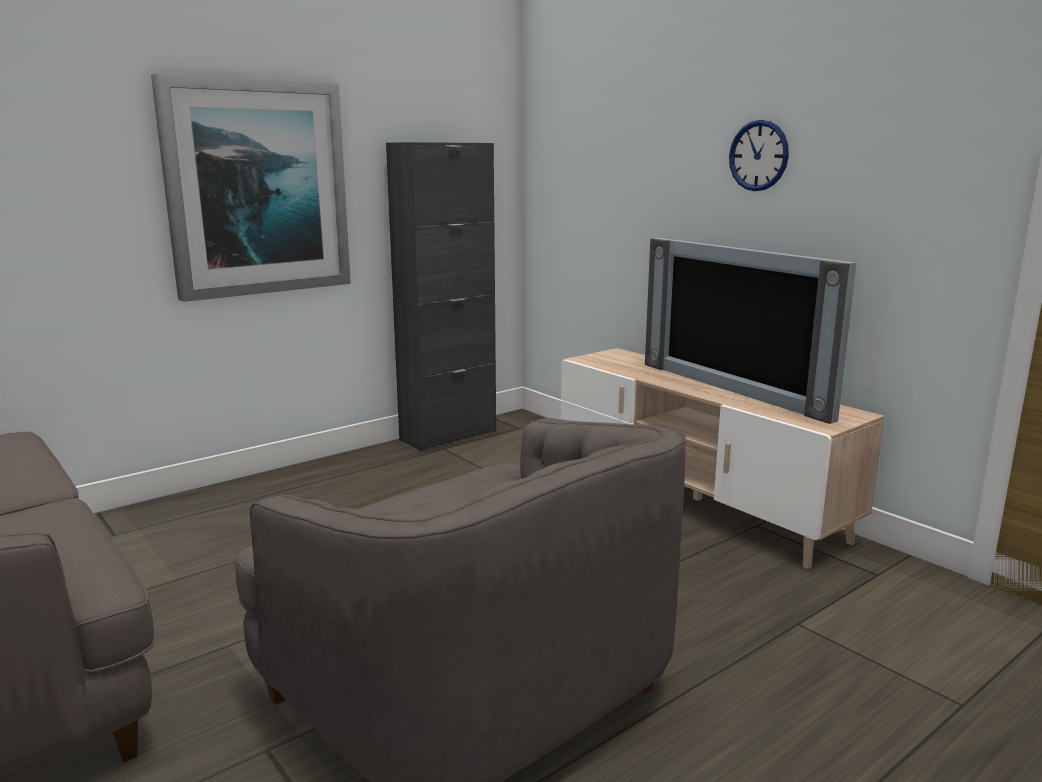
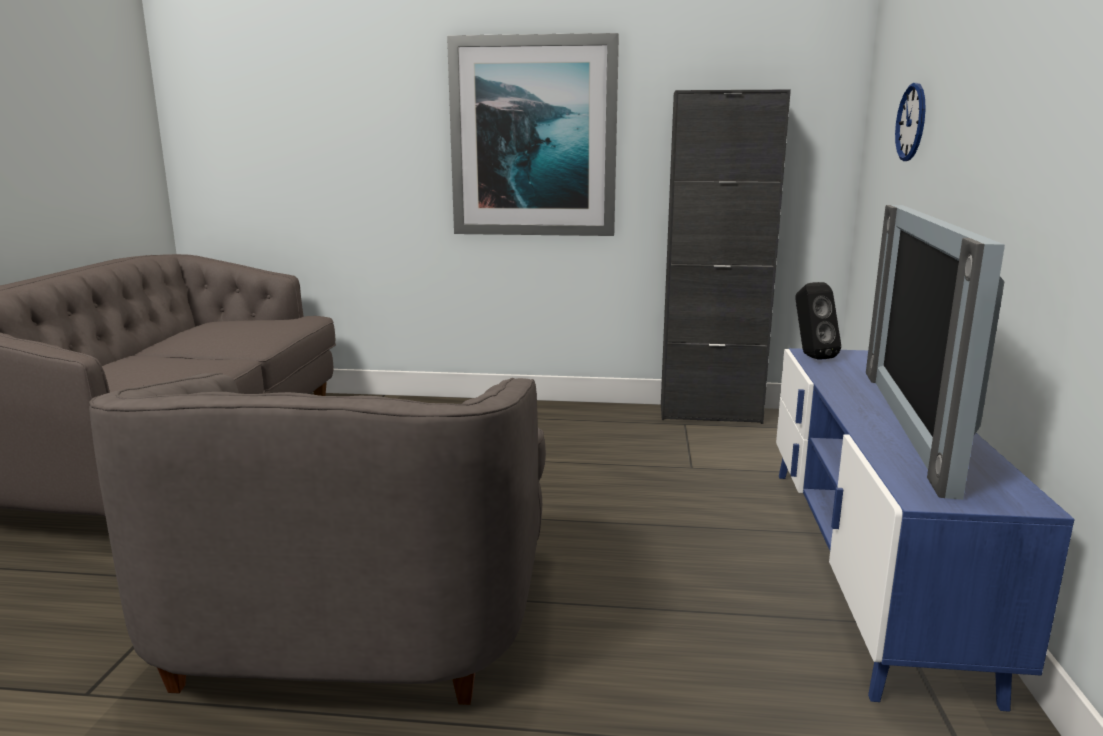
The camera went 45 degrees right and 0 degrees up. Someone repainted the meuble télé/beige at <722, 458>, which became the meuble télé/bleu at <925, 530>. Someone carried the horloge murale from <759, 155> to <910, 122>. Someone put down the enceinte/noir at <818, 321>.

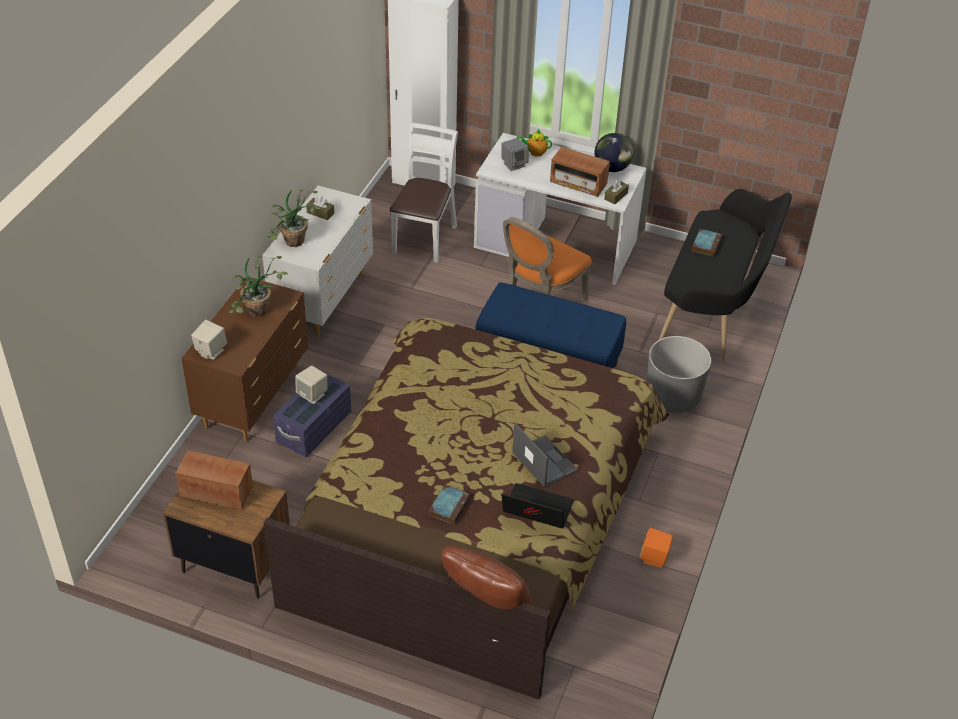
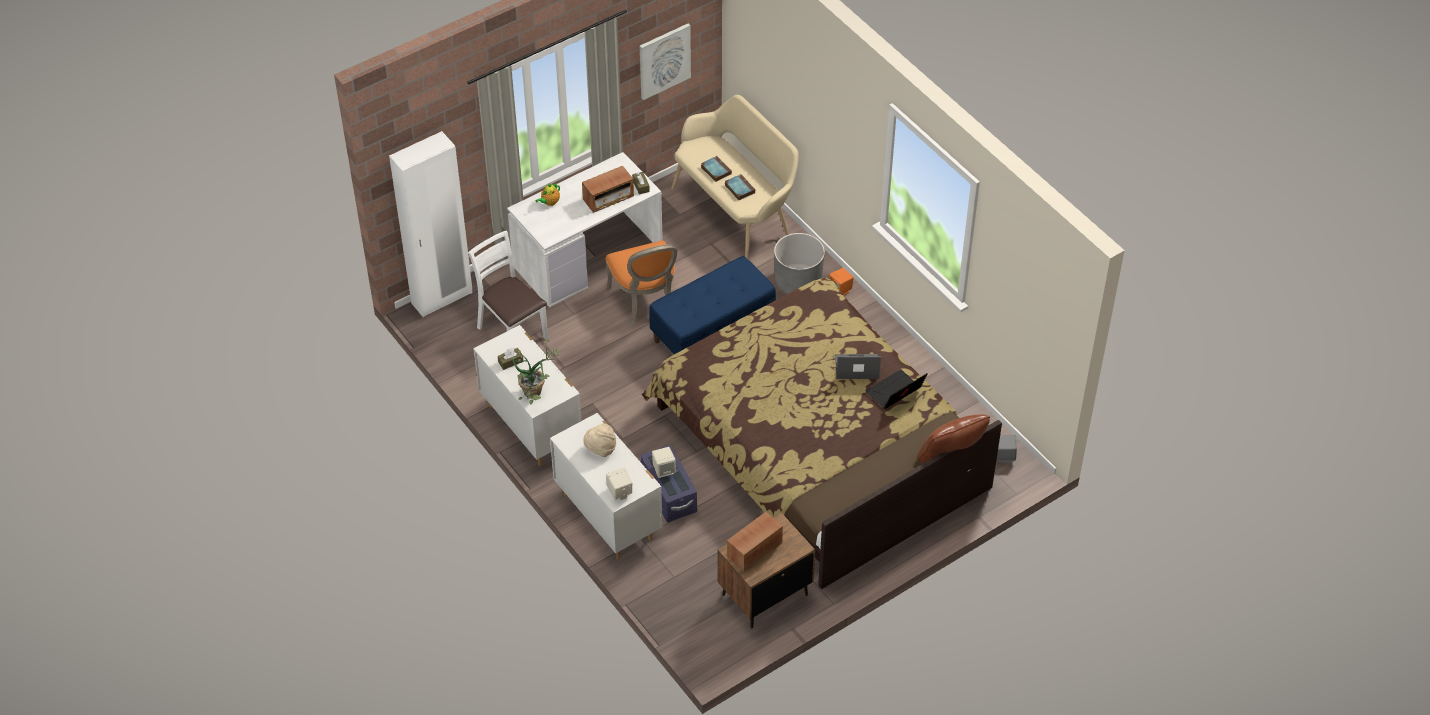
The camera went 55 degrees left and 5 degrees up. Someone repainted the commode/marron at <244, 359>, which became the commode/blanc at <606, 486>. Someone swapped the plante en pot at <258, 286> for the chapeau/beige at <600, 440>. Someone carried the livre from <449, 505> to <740, 187>. Someone carried the enceinte/gris from <515, 154> to <1007, 449>. Someone took away the globe at <613, 152>. Someone carried the enceinte/orange from <656, 547> to <841, 281>. Someone repainted the banc/noir at <725, 275>, which became the banc/beige at <735, 177>. Someone put up the tableau at <665, 62>.

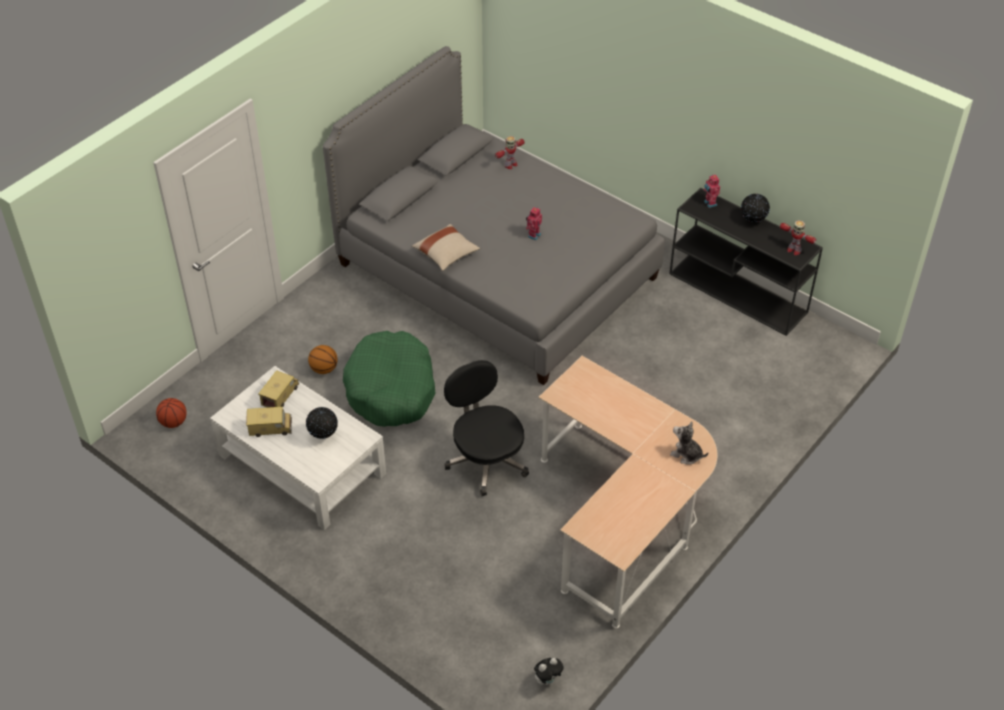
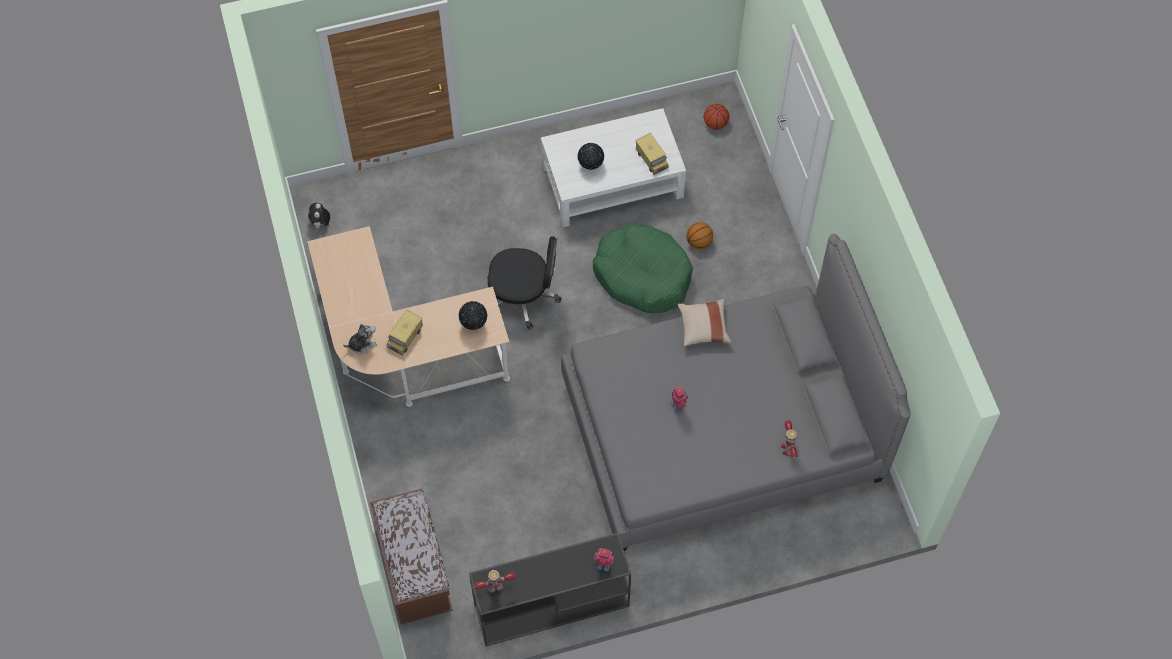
The camera went 125 degrees right and 15 degrees up. Someone carried the camion jouet from <269, 422> to <405, 333>. Someone carried the globe from <755, 208> to <473, 315>. Someone put down the banc/marron at <411, 556>.

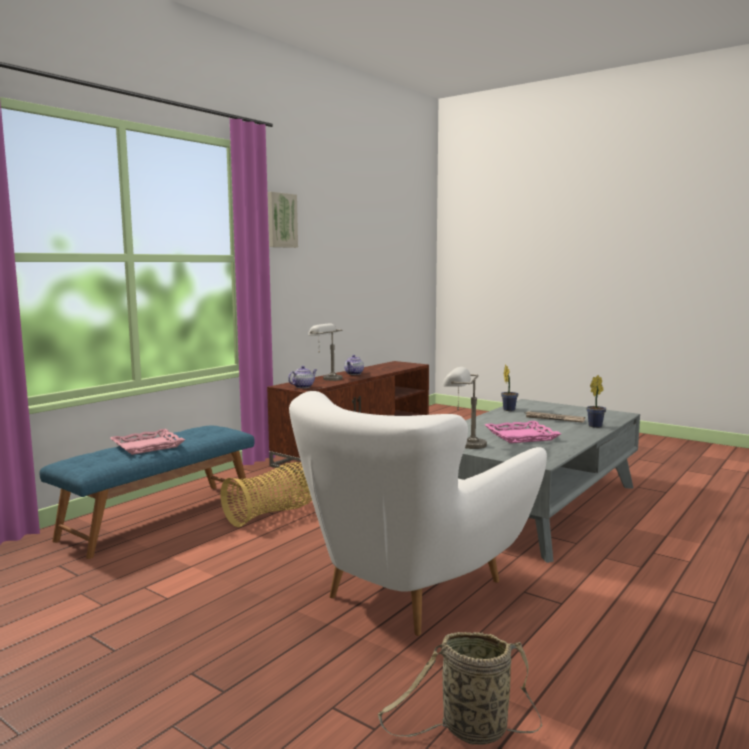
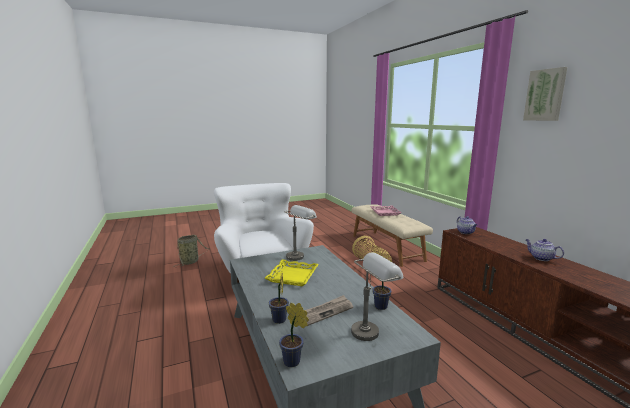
The camera went 120 degrees right and 5 degrees up. Someone repainted the banc/bleu at <147, 492>, which became the banc/beige at <392, 235>. Someone carried the lampe de table/gris from <325, 352> to <377, 296>. Someone repainted the plateau/rose at <523, 432>, which became the plateau/jaune at <292, 273>. Someone put down the plante en pot at <294, 335>.

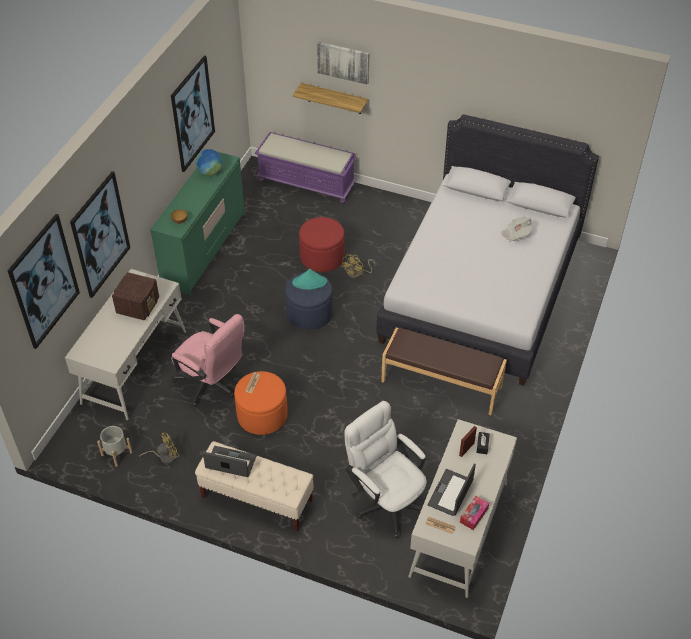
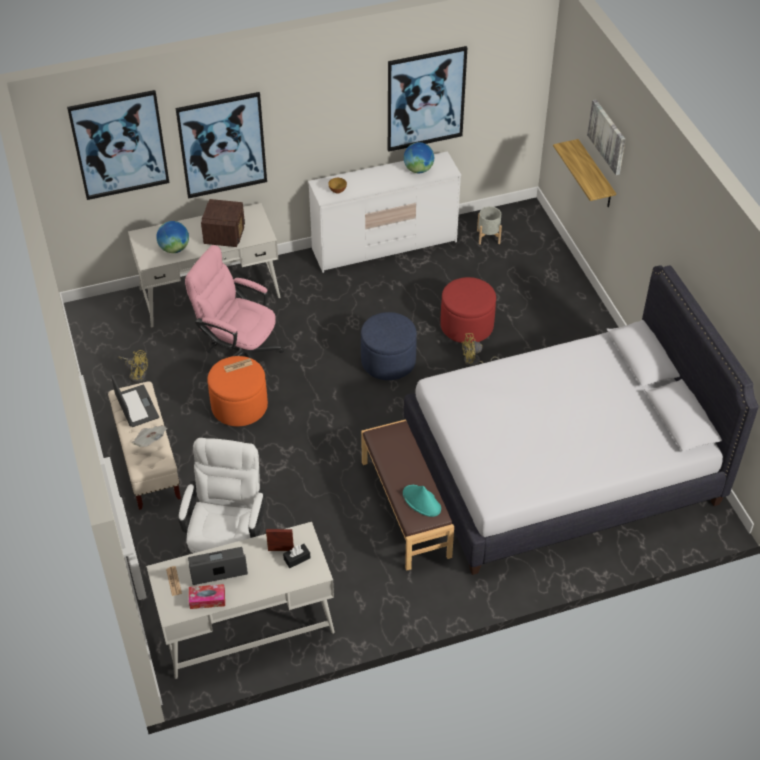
The camera went 50 degrees right and 0 degrees up. Someone carried the cache-pot/gris from <114, 446> to <489, 225>. Someone rotated the radio at <135, 296> by 60 degrees counterclockwise. Someone repainted the commode/vert at <197, 223>, which became the commode/blanc at <384, 212>. Someone rotated the chaise de bureau/rose at <207, 360> by 120 degrees clockwise. Someone took away the banc/violet at <306, 167>. Someone carried the chapeau/turquoise from <309, 279> to <422, 501>. Someone carried the journal from <517, 229> to <149, 436>. Someone put down the globe at <172, 237>.

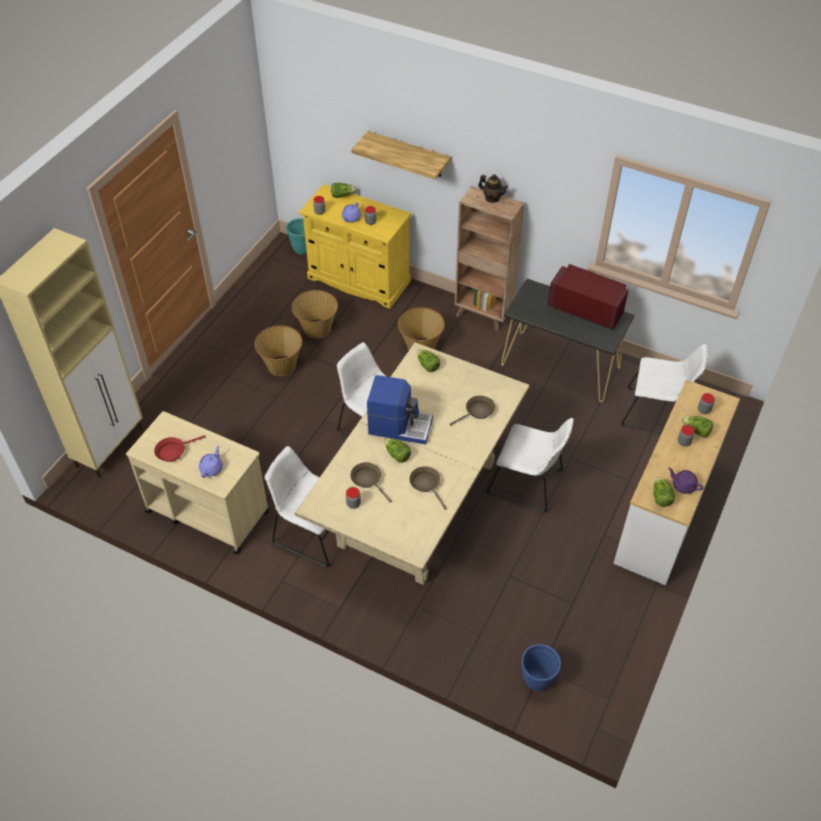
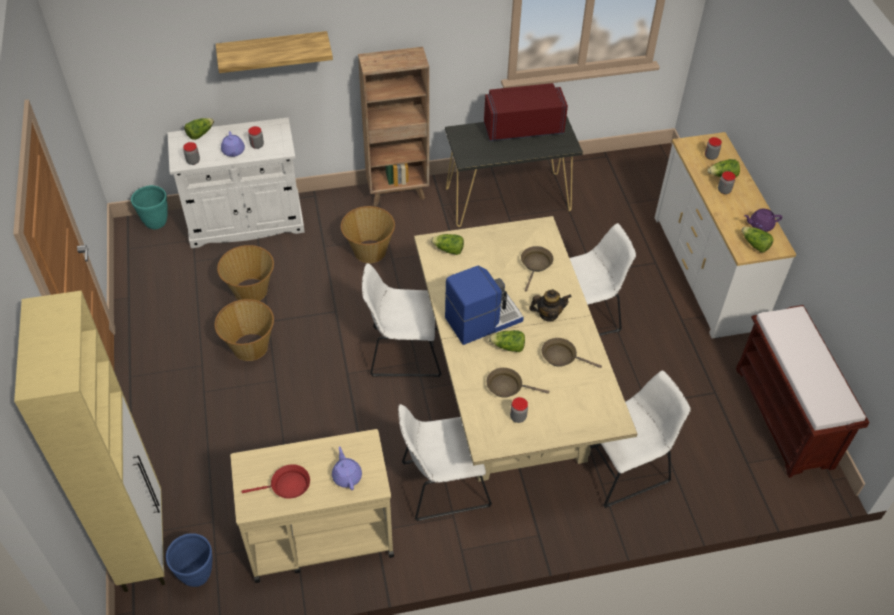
The camera went 40 degrees left and 0 degrees up. Someone rotated the poêle/rouge at <180, 448> by 120 degrees counterclockwise. Someone repainted the meuble de rangement/jaune at <355, 246>, which became the meuble de rangement/blanc at <236, 182>. Someone carried the théière from <493, 188> to <550, 305>. Someone carried the cache-pot/bleu from <541, 667> to <189, 560>. Someone carried the chaise/blanc from <664, 388> to <640, 439>. Someone put down the banc/marron at <803, 391>.

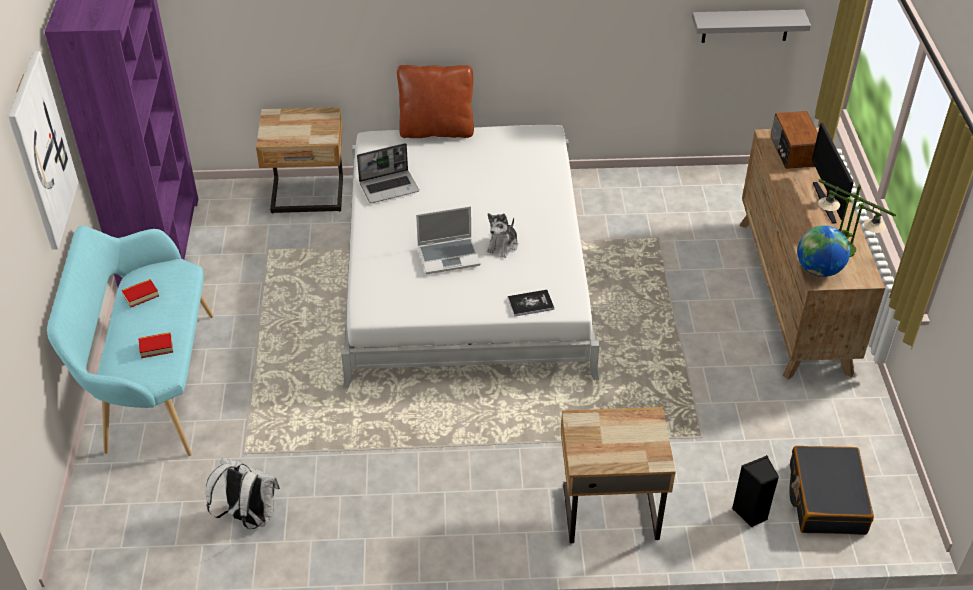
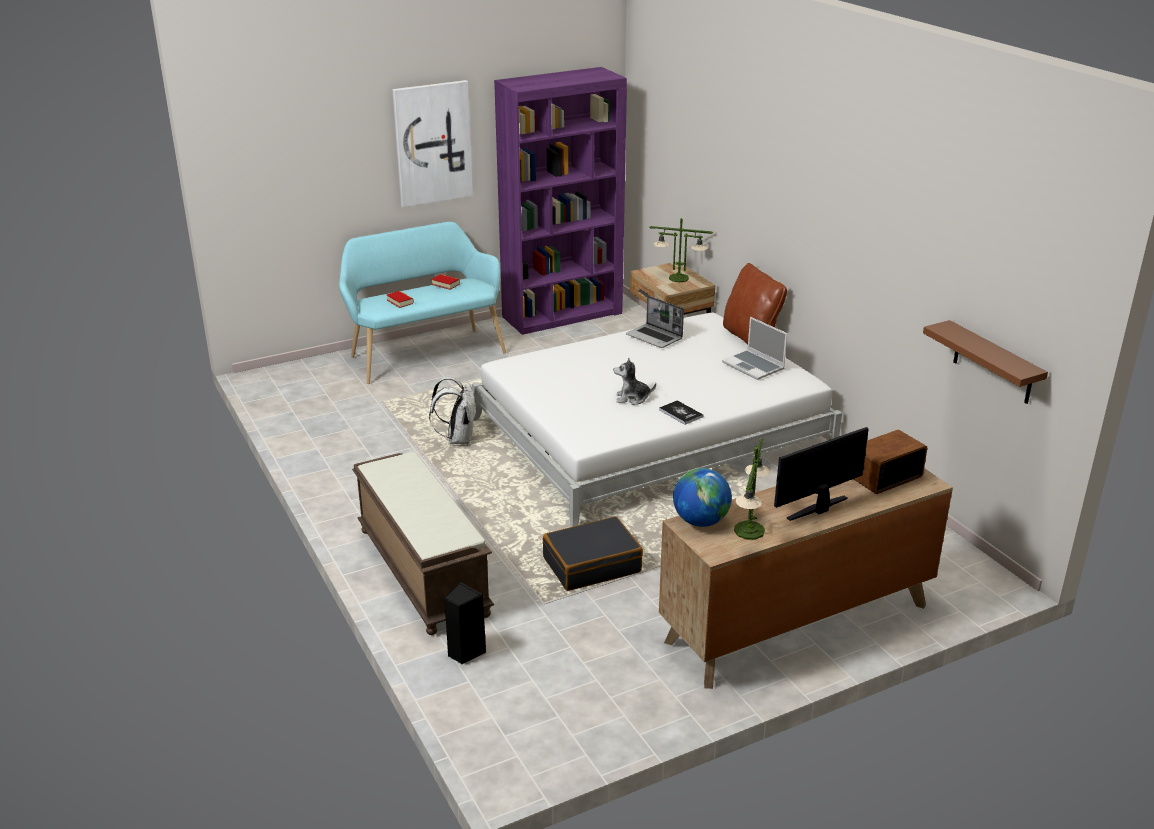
The camera went 65 degrees right and 15 degrees down. Someone carried the sac à dos/blanc from <243, 493> to <453, 411>. Someone carried the ordinateur portable from <448, 240> to <754, 348>. Someone carried the livre from <531, 303> to <681, 412>. Someone swapped the table de chevet/beige at <618, 475> for the banc/marron at <423, 543>. Someone repainted the étagère/gris at <751, 26>, which became the étagère/marron at <985, 362>. Someone carried the valise/noir from <831, 490> to <593, 553>. Someone put down the lampe de table at <681, 250>.

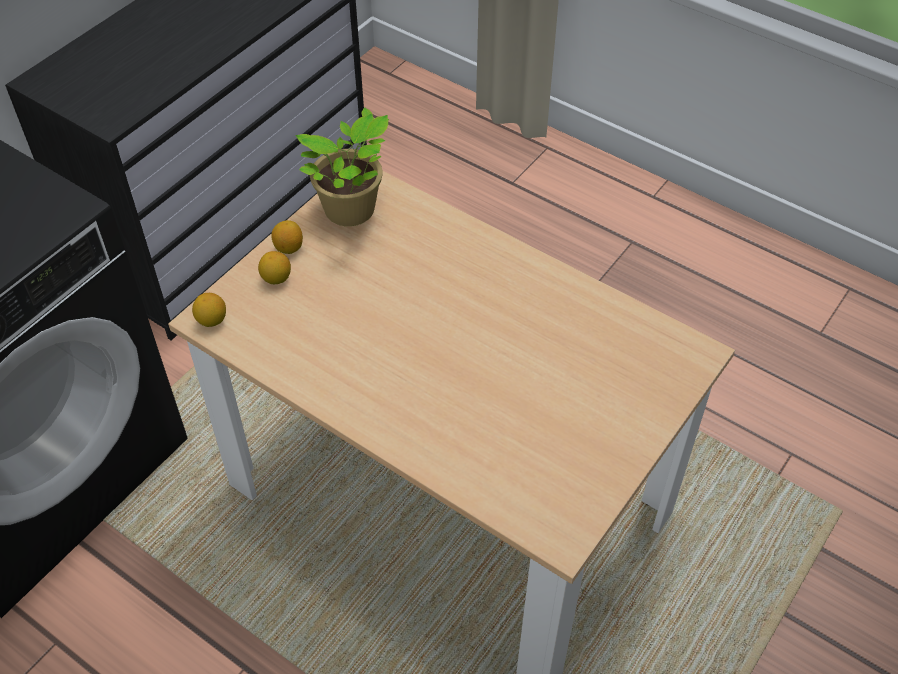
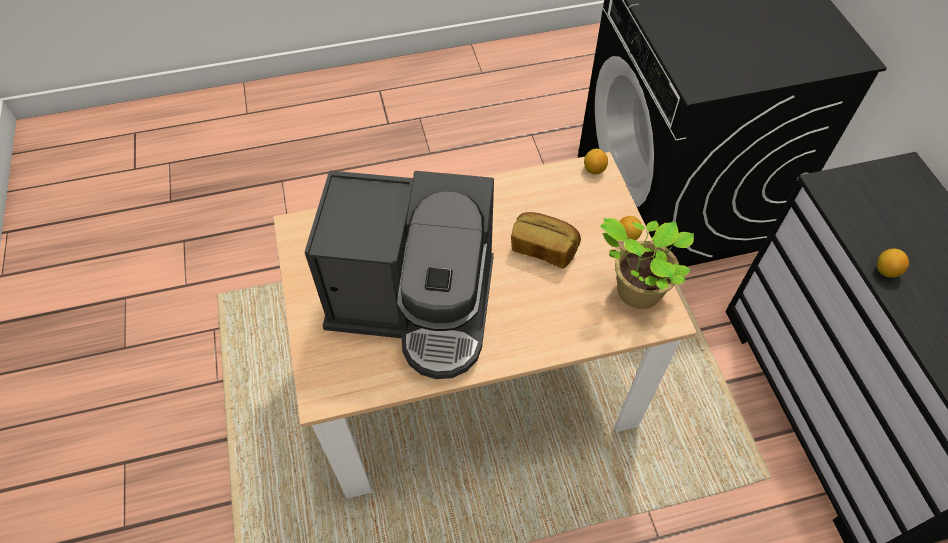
The camera went 130 degrees right and 5 degrees up. Someone carried the citron from <274, 267> to <893, 263>. Someone put down the machine à café at <399, 274>. Someone put down the pain at <546, 240>.

